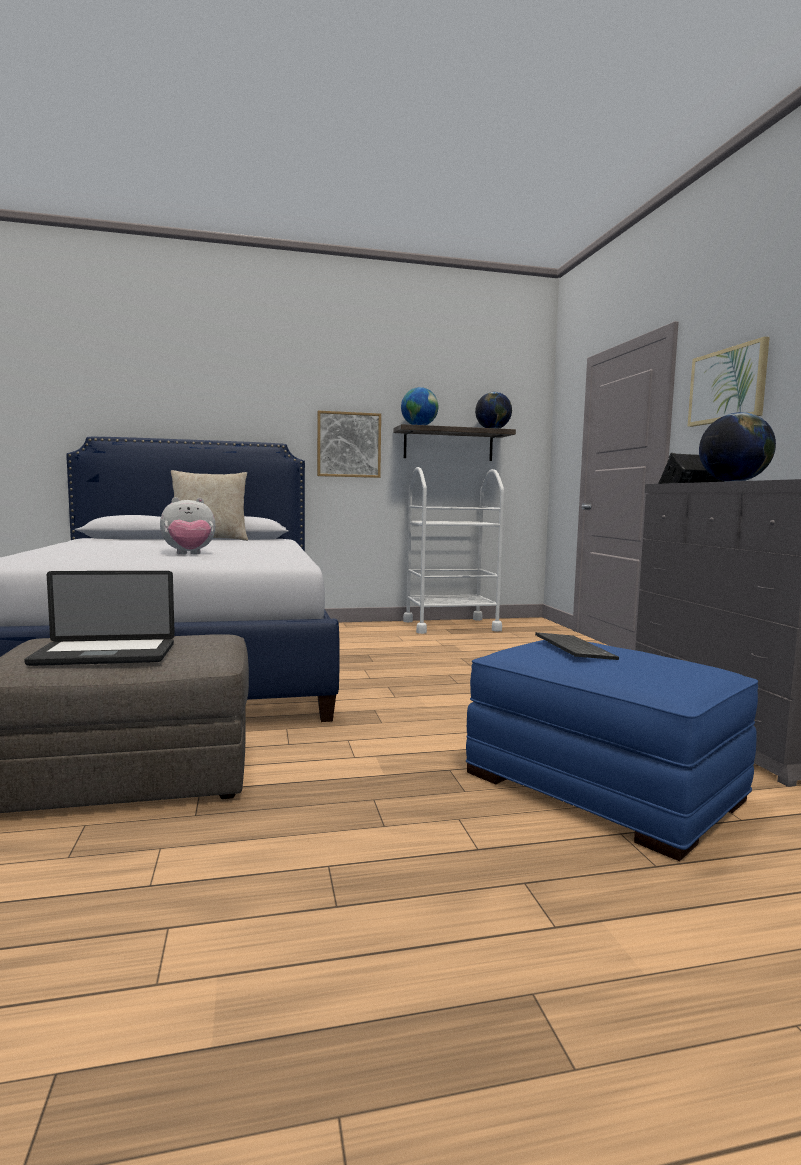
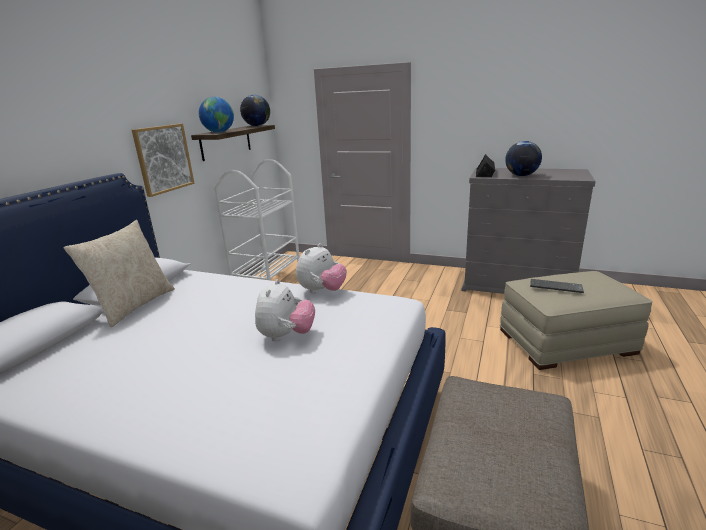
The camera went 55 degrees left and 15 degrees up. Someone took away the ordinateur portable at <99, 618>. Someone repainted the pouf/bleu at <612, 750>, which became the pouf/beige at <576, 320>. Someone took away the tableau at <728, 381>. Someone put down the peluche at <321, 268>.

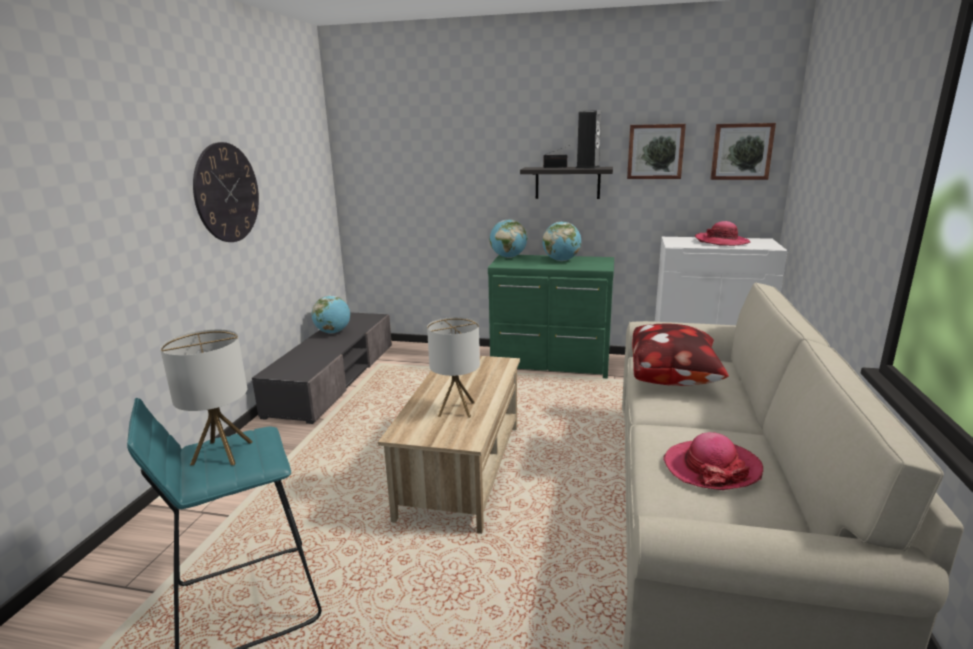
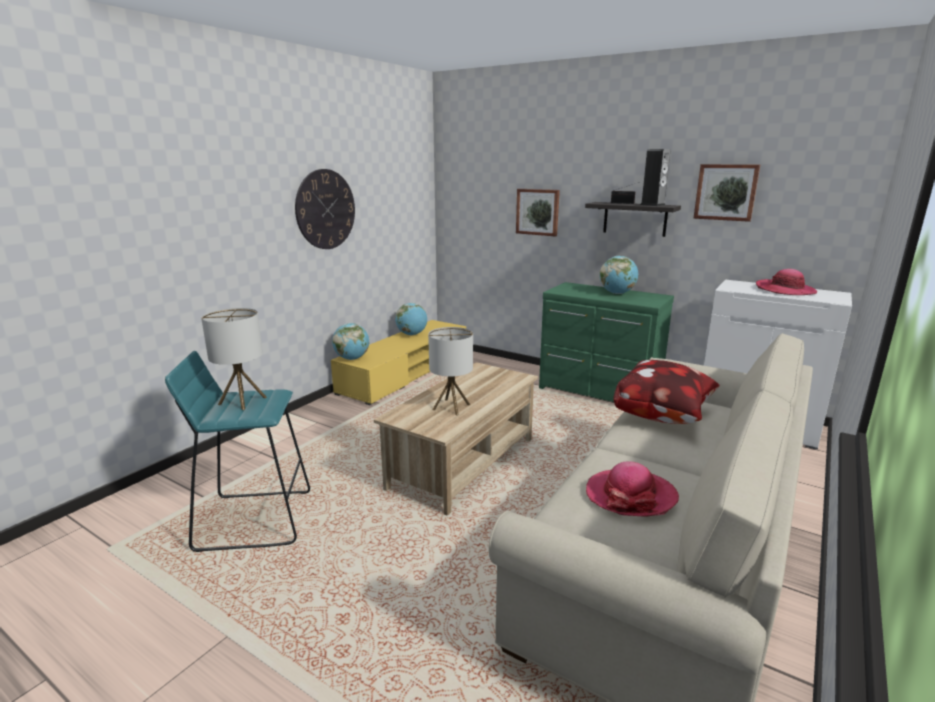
The camera went 20 degrees right and 0 degrees up. Someone repainted the meuble télé/gris at <322, 368>, which became the meuble télé/jaune at <398, 362>. Someone carried the globe from <508, 239> to <350, 341>. Someone carried the tableau from <743, 151> to <538, 212>.

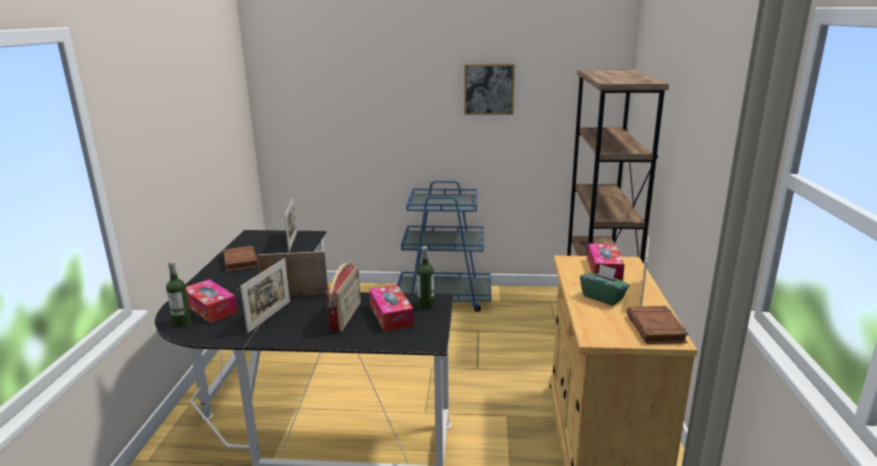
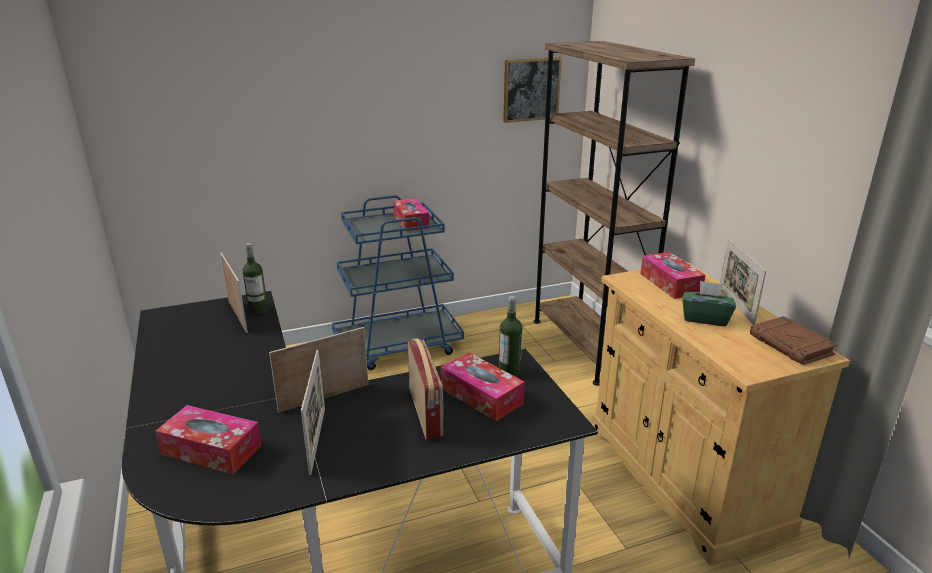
The camera went 25 degrees left and 5 degrees up. Someone carried the bouteille from <179, 294> to <255, 278>. Someone took away the livre/marron at <240, 259>. Someone carried the tableau from <489, 89> to <532, 90>. Someone put down the boîte à mouchoirs at <411, 214>.

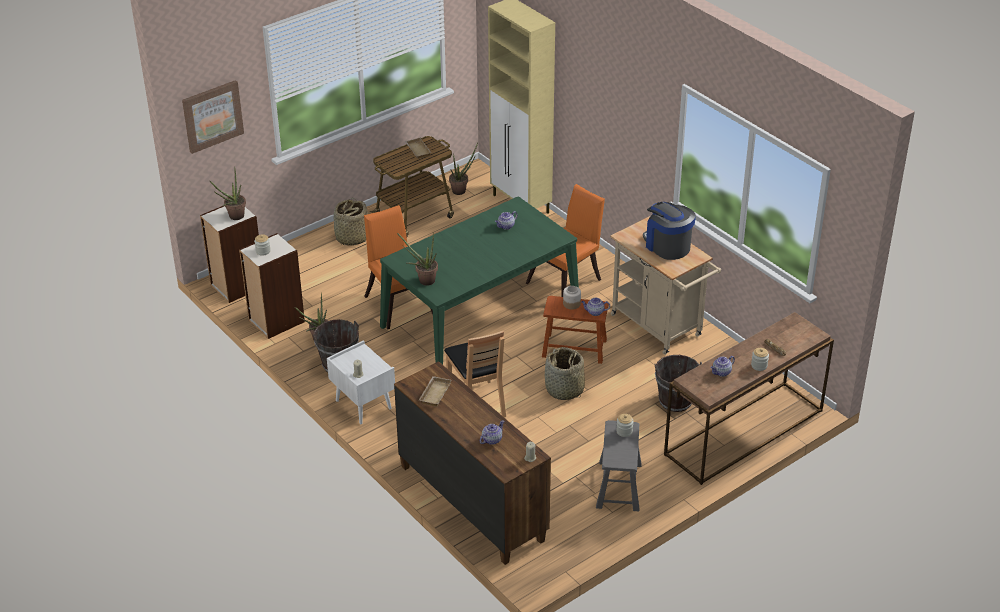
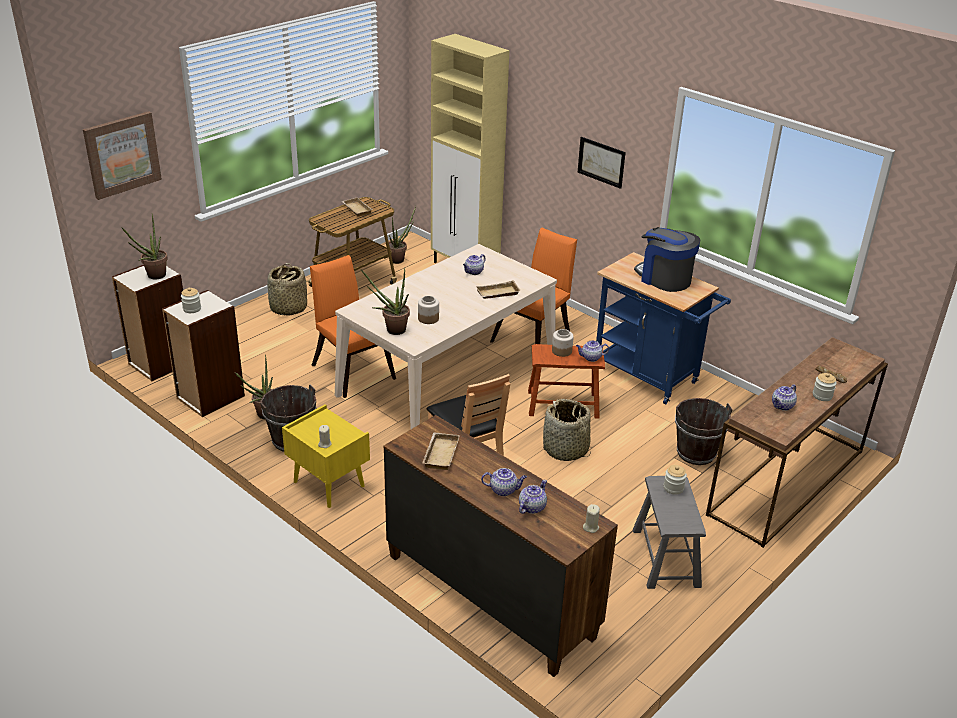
The camera went 10 degrees left and 5 degrees down. Someone repainted the table de chevet/blanc at <361, 382>, which became the table de chevet/jaune at <326, 456>. Someone repainted the table à manger/vert at <479, 280>, which became the table à manger/beige at <446, 336>. Someone repainted the chariot/beige at <665, 285>, which became the chariot/bleu at <663, 328>. Someone put down the bocal at <428, 310>. Someone put down the plateau/beige at <498, 289>. Someone put down the théière at <504, 482>. Someone put up the tableau at <602, 163>.

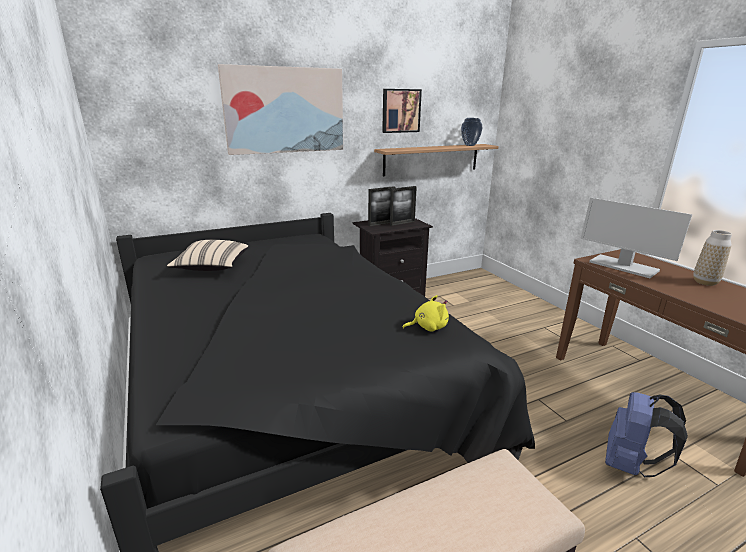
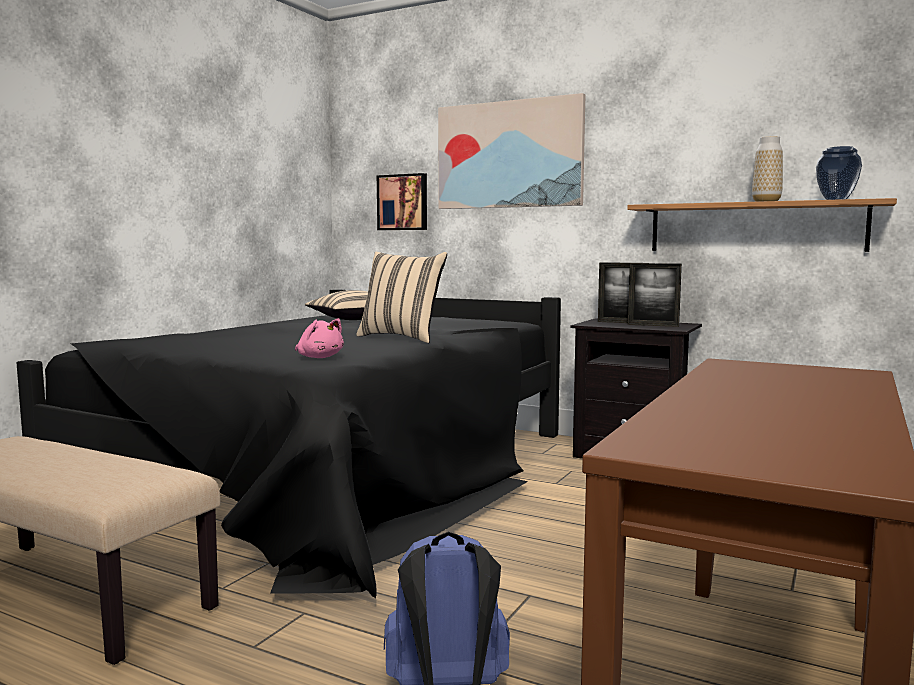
The camera went 55 degrees right and 15 degrees down. Someone carried the tableau from <402, 111> to <402, 201>. Someone repainted the peluche/jaune at <425, 313>, which became the peluche/rose at <319, 338>. Someone took away the écran d'ordinateur at <636, 238>. Someone carried the vase from <712, 258> to <767, 169>. Someone put down the coussin/beige at <401, 297>.

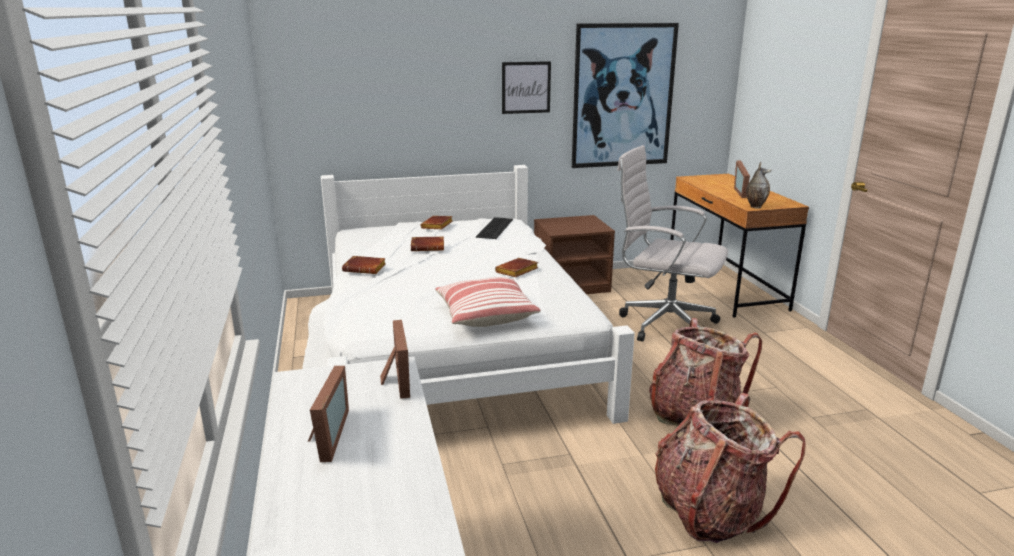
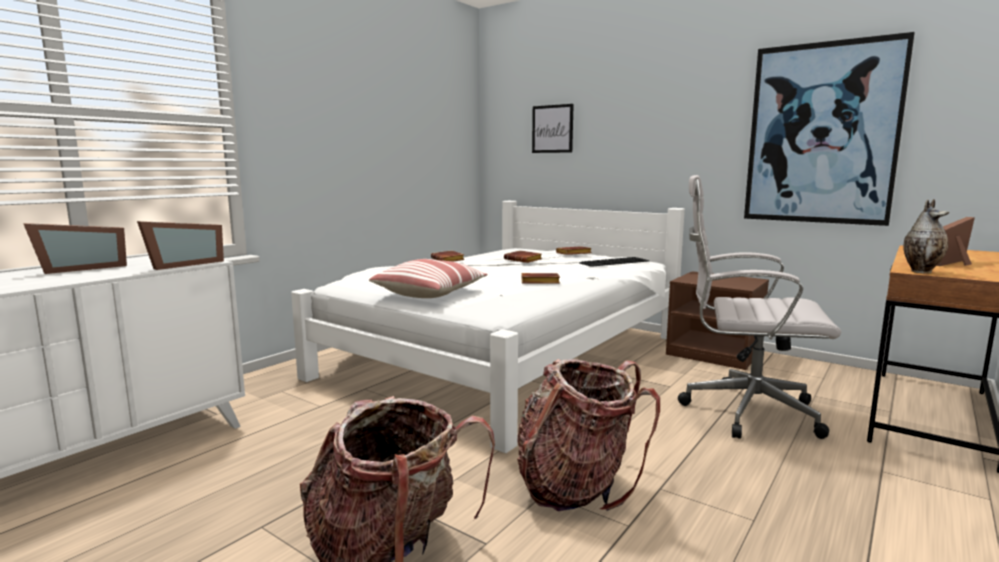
The camera went 50 degrees right and 10 degrees down. Someone carried the tableau from <526, 87> to <553, 128>. Someone rotated the chaise de bureau/blanc at <672, 243> by 60 degrees counterclockwise.

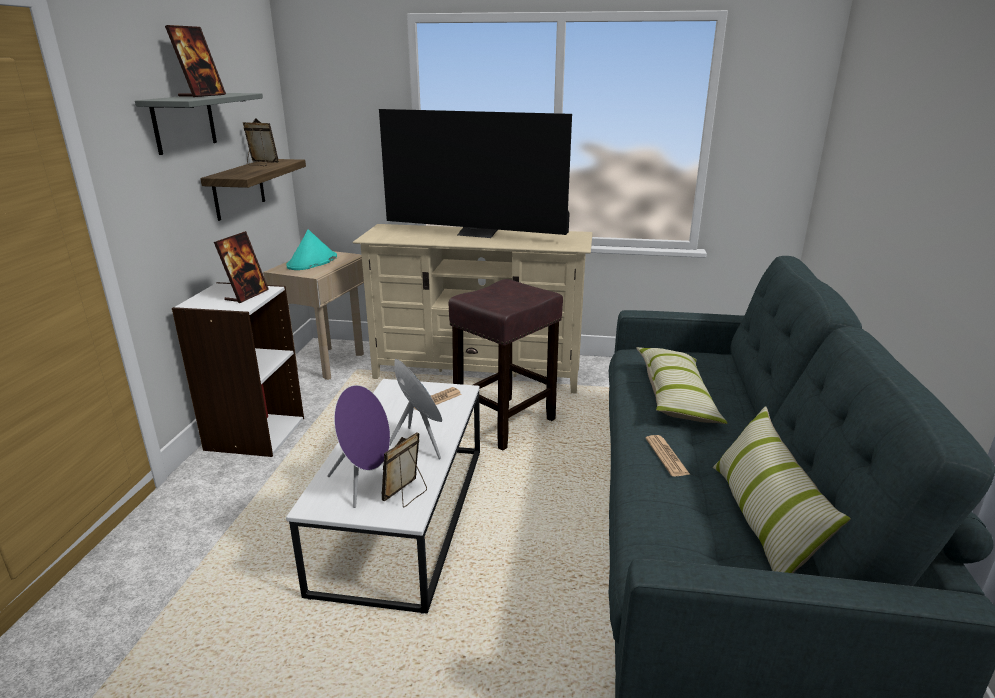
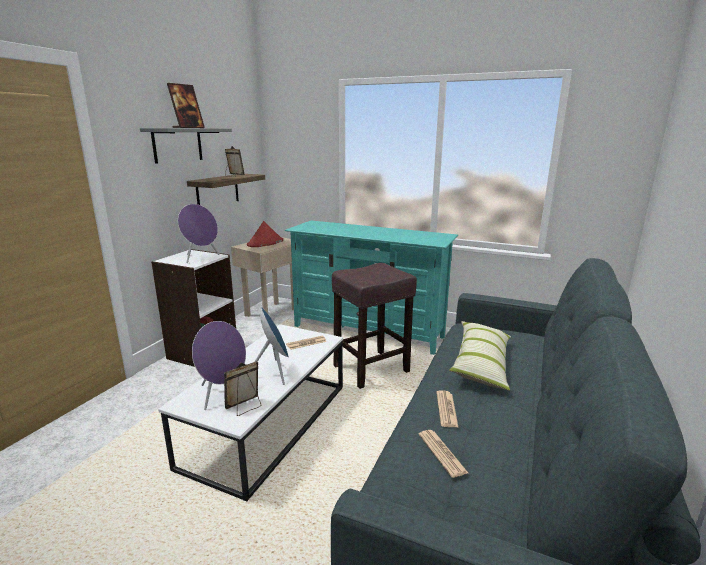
The camera went 15 degrees right and 5 degrees down. Someone swapped the cadre photo at <241, 267> for the enceinte/violet at <198, 233>. Someone repainted the chapeau/turquoise at <311, 249>, which became the chapeau/rouge at <265, 234>. Someone repainted the meuble télé/beige at <472, 309>, which became the meuble télé/turquoise at <371, 288>. Someone took away the téléviseur at <475, 173>. Someone took away the coussin at <782, 489>. Someone put down the journal at <443, 454>.

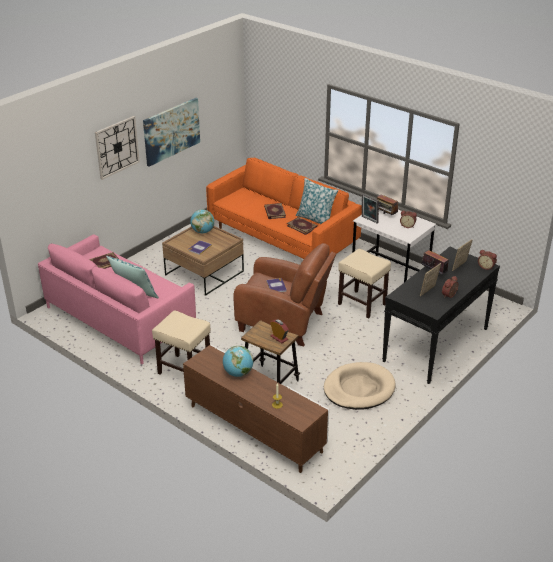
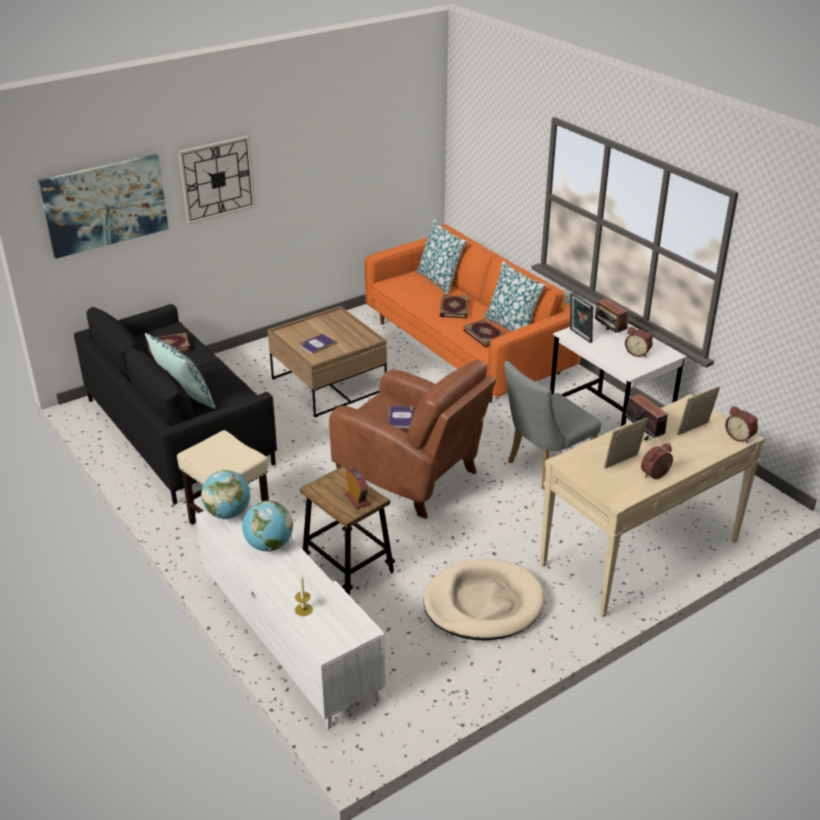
The camera went 15 degrees right and 0 degrees up. Someone repainted the canapé/rose at <117, 299>, which became the canapé/noir at <175, 404>. Someone carried the tableau from <171, 132> to <103, 206>. Someone repainted the meuble télé/marron at <256, 409>, which became the meuble télé/blanc at <290, 610>. Someone carried the globe from <202, 221> to <225, 494>. Someone swapped the tabouret/beige at <364, 284> for the chaise/gris at <552, 425>. Someone repainted the table console/noir at <441, 315>, which became the table console/beige at <652, 505>. Someone put down the coussin at <441, 257>.

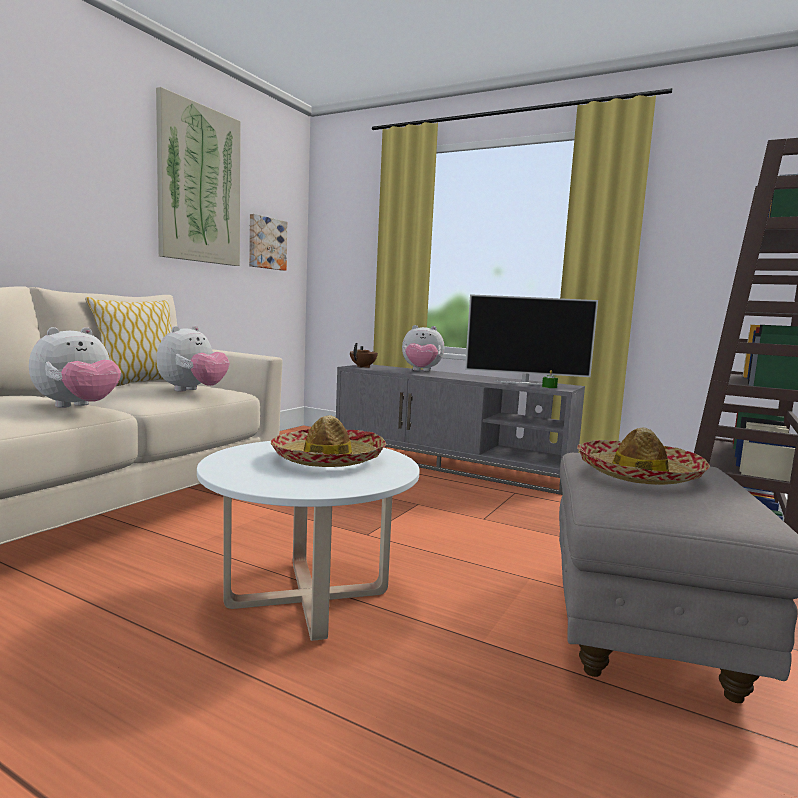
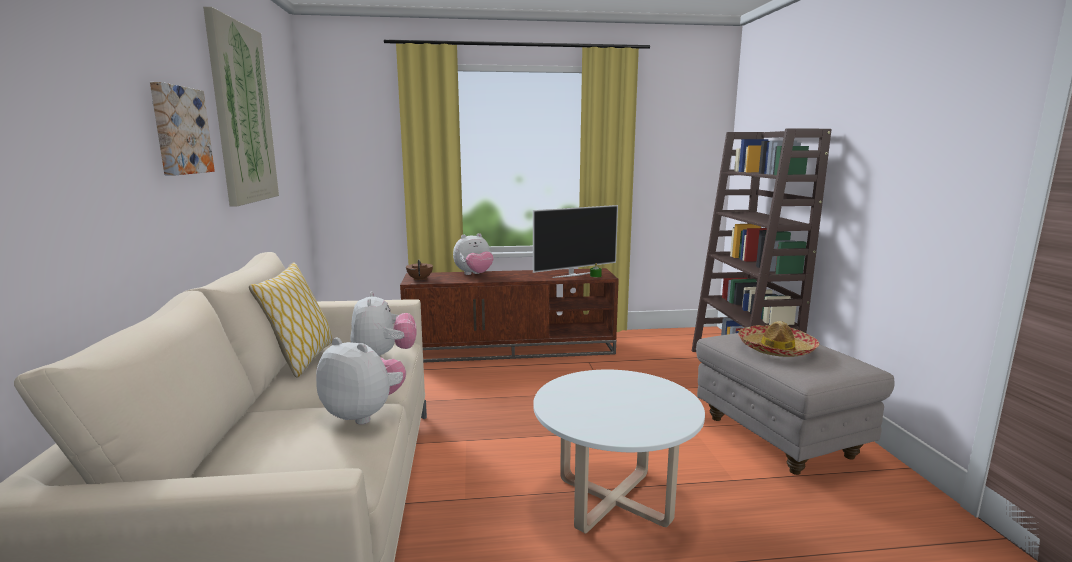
The camera went 35 degrees left and 5 degrees up. Someone rotated the peluche at <75, 367> by 60 degrees counterclockwise. Someone carried the tableau from <268, 242> to <182, 129>. Someone took away the chapeau at <328, 441>. Someone repainted the meuble télé/gris at <460, 429>, which became the meuble télé/marron at <509, 315>.

